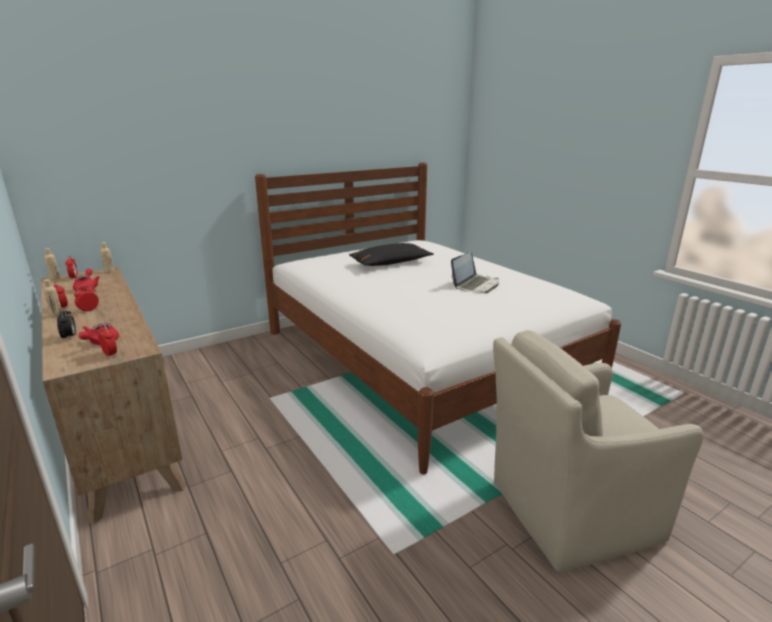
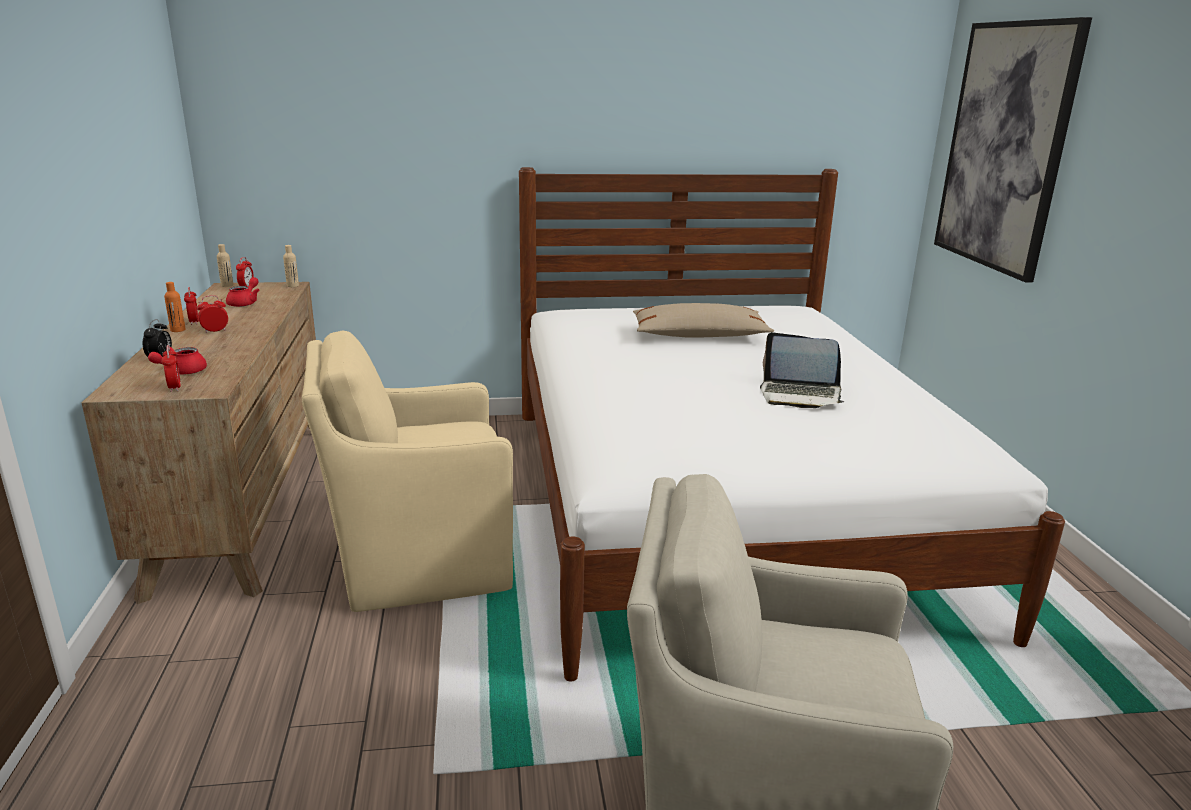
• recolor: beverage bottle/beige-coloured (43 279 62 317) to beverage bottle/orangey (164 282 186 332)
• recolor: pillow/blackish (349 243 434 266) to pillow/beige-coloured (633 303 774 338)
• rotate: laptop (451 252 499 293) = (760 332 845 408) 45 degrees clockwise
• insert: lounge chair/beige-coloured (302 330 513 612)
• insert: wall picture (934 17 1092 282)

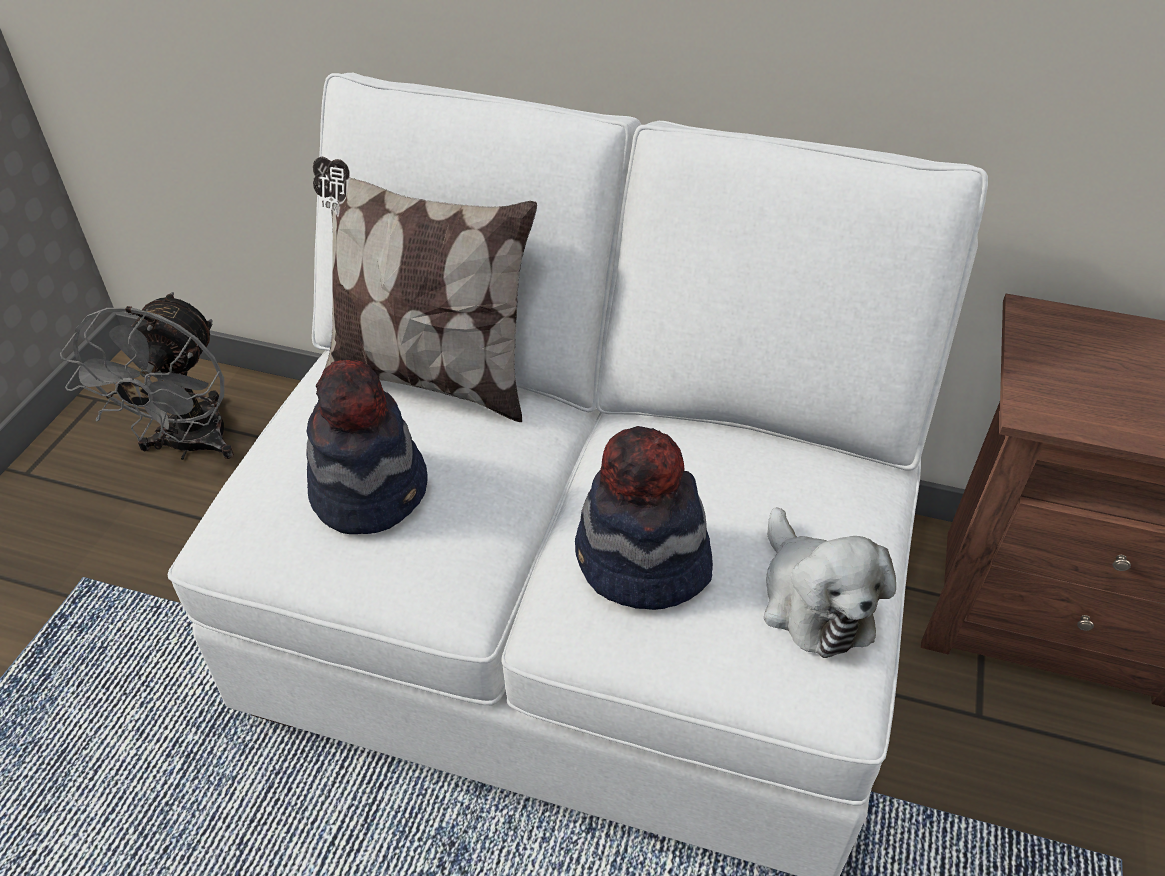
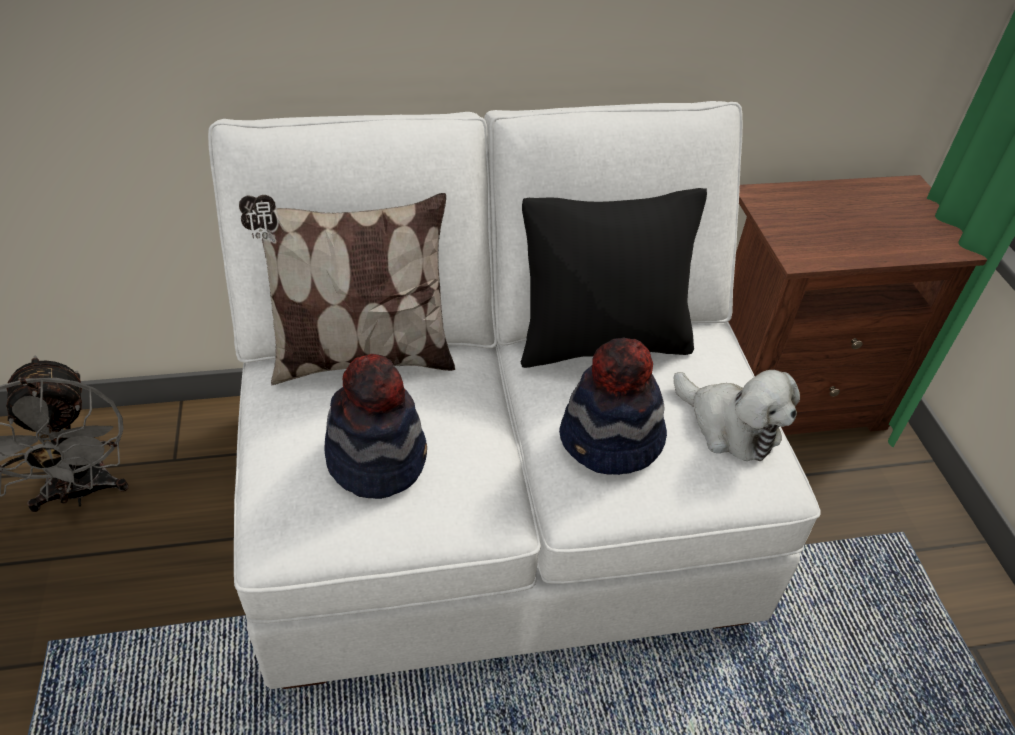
• insert: pillow/blackish (521 188 707 368)

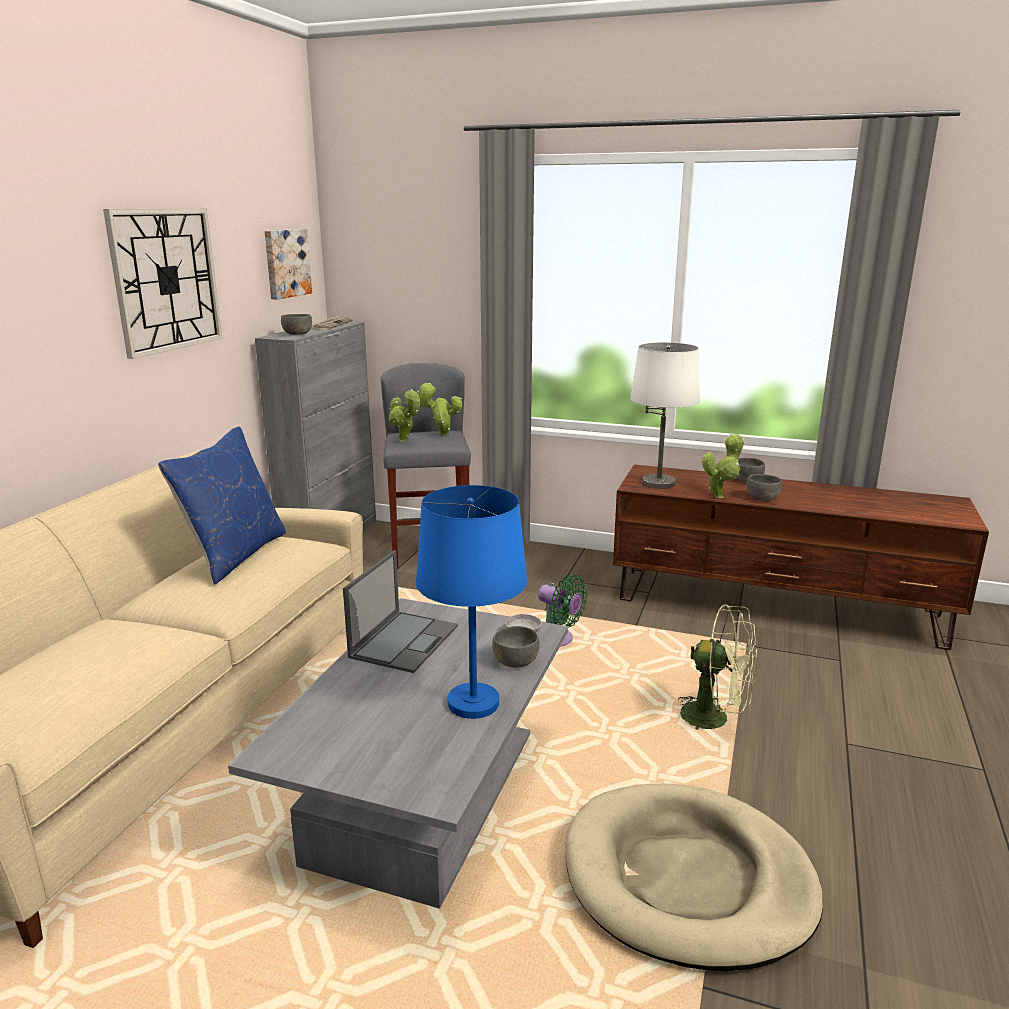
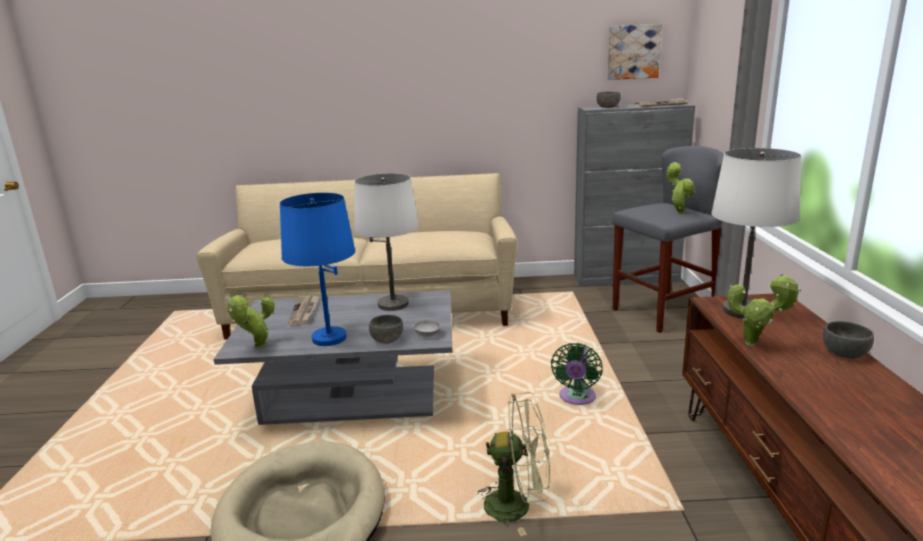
• delete: wall clock (103 209 222 359)
• delete: pillow/blue-coloured (158 427 286 585)
• replace: laptop (343 550 458 673) to tabletop lamp/white-coloured (354 173 419 311)
• move: houseplant (389 389 420 442) to (227 295 275 348)
• rotate: electric fan/green (678 604 757 729) = (478 392 550 536) 90 degrees counterclockwise
• delete: deep dish/greyish (746 474 782 501)
• insert: newspaper (288 295 319 325)

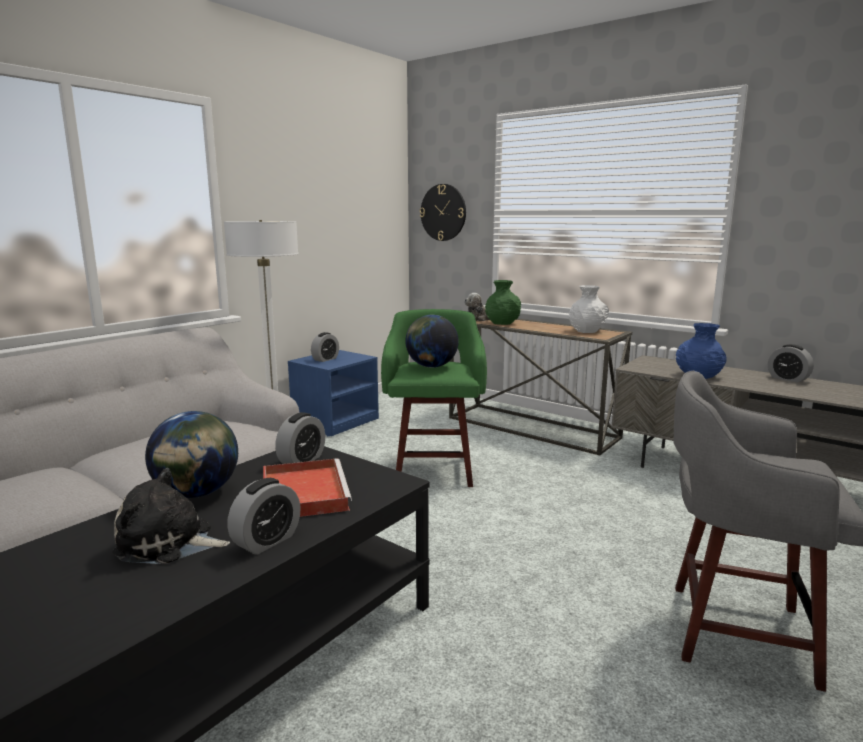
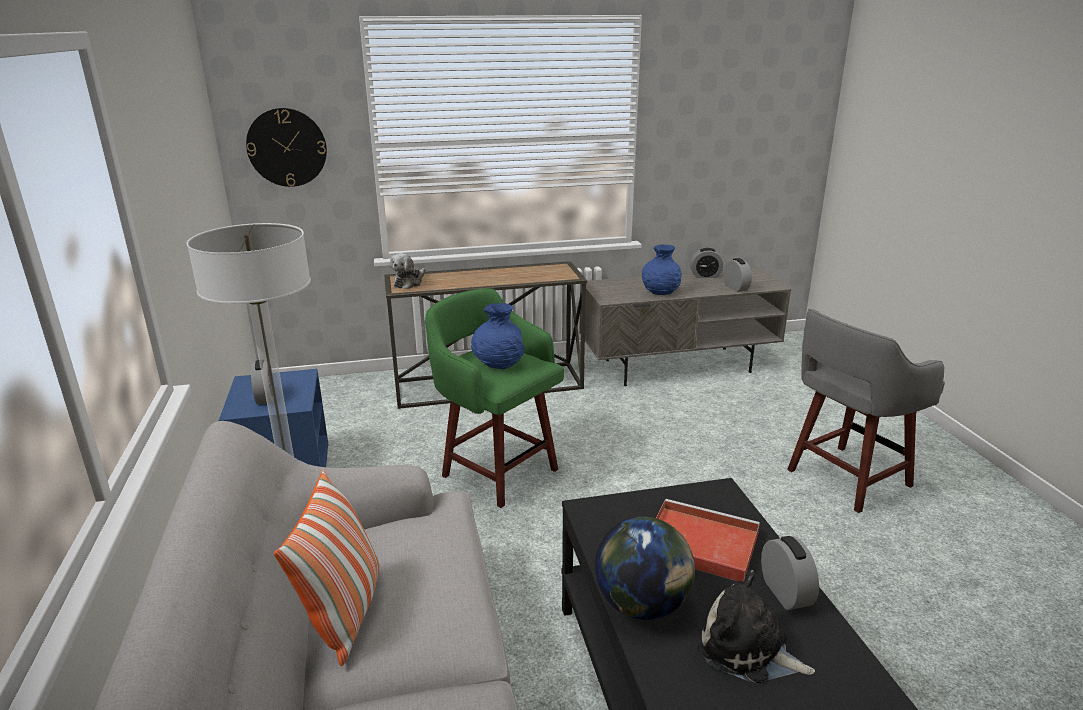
• rotate: soft toy (112 468 230 564) = (698 569 815 683) 75 degrees clockwise
• move: bedside clock (275 412 325 464) to (723 258 752 292)
• replace: world globe (405 315 459 368) to vase/blue-coloured (471 303 524 369)
• delete: vase/green (485 280 521 325)
• delete: vase/white-coloured (569 285 609 333)
• insert: pillow (274 470 380 666)

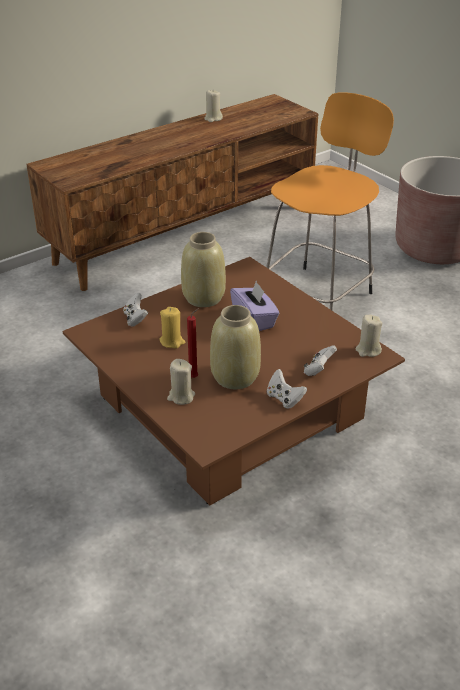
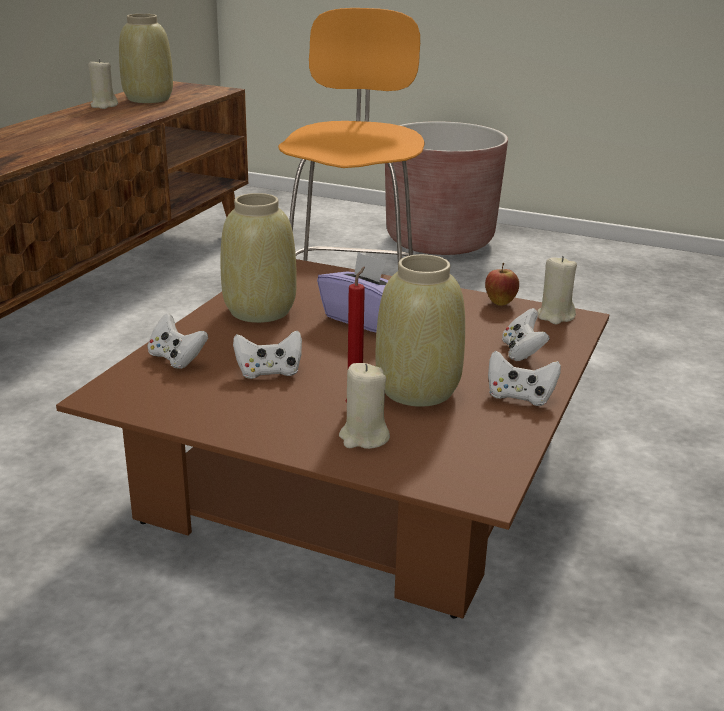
• replace: wax candle/yellowish (159 307 185 348) to joypad/white-coloured (233 331 302 379)
• insert: vase/beige-coloured (119 14 173 103)
• insert: apple fruit (485 263 519 306)

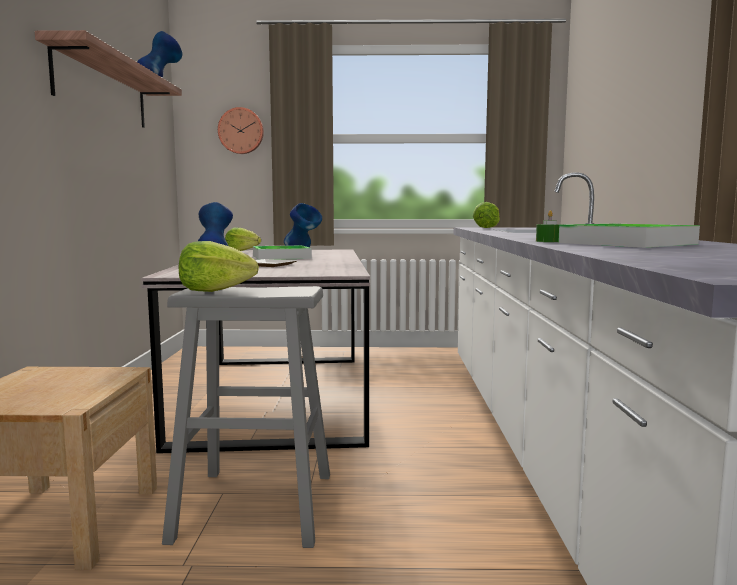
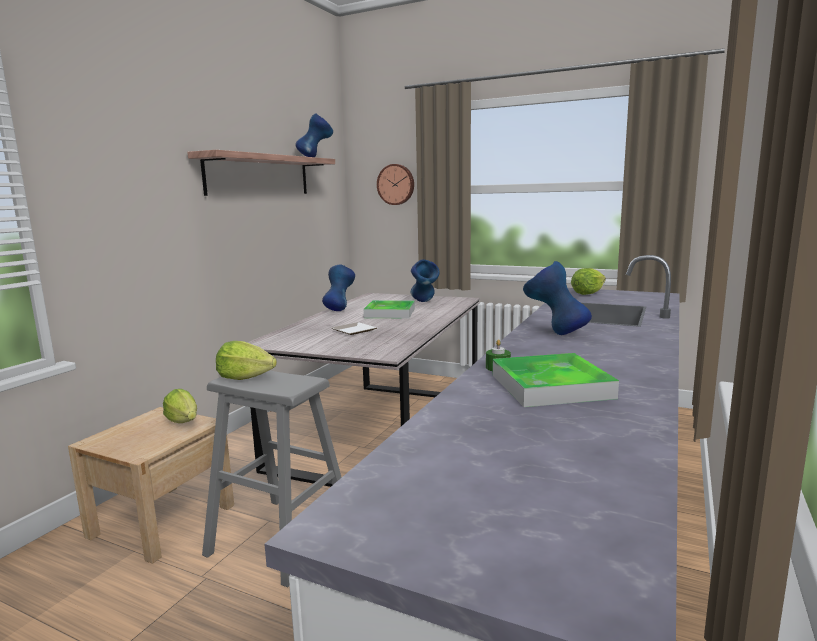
• move: lettuce head (225 227 261 251) to (163 389 197 423)
• insert: vase/blue-coloured (523 261 592 335)

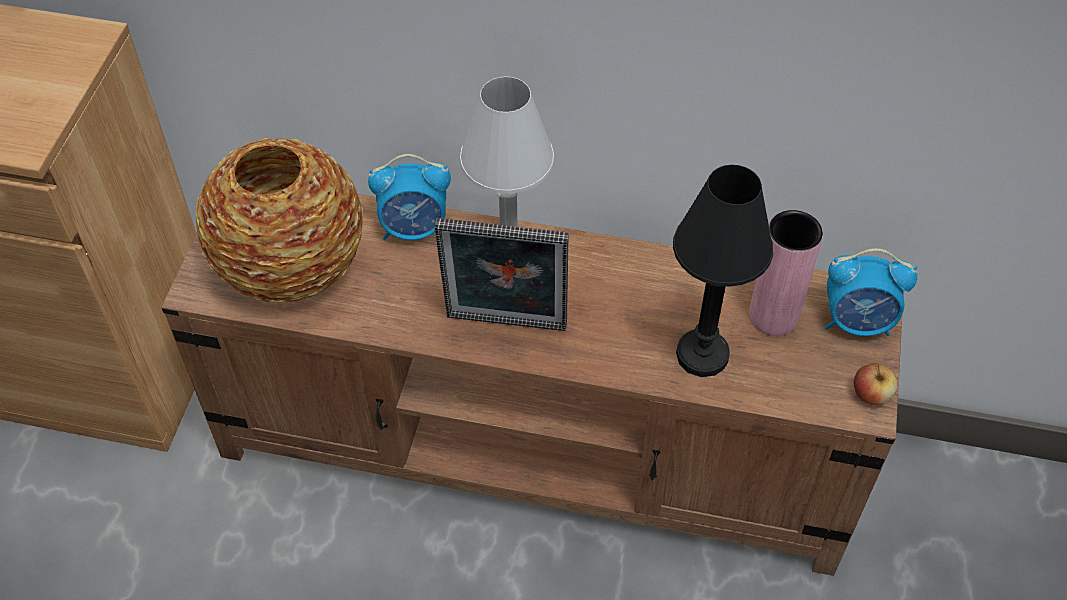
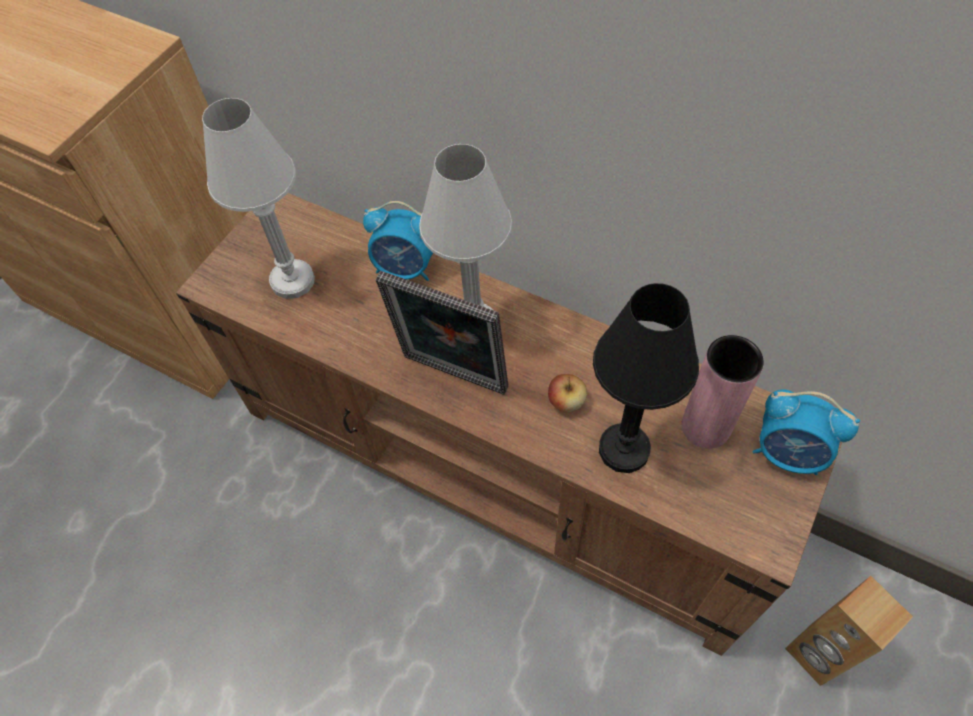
• replace: vase (196 138 363 303) to tabletop lamp/white-coloured (202 98 315 299)
• move: apple fruit (854 363 897 405) to (548 374 587 413)
• insert: audio speaker/brown (785 576 913 686)

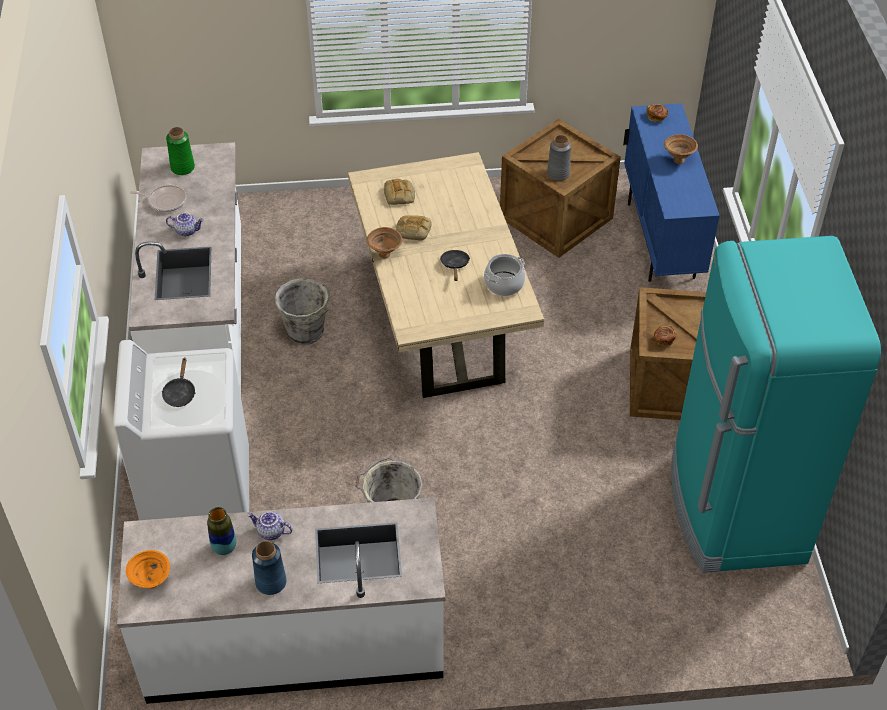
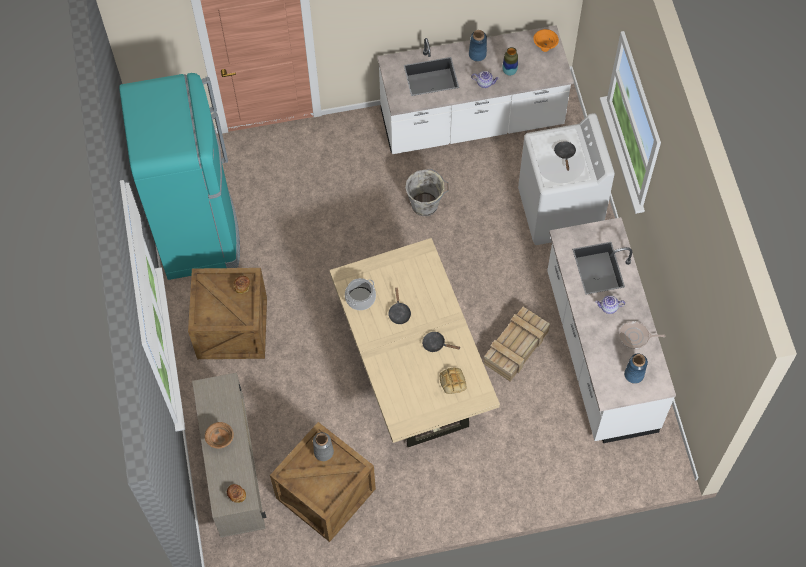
• recolor: vase/green (166 127 195 175) to vase/blue-coloured (624 354 648 384)
• replace: water bucket/greyish (275 278 330 345) to crate (483 307 550 382)
• delete: deep dish/brown (367 227 403 259)
• replace: baked bread (396 215 432 241) to skillet/blackish (422 332 460 352)
• recolor: storage cabinet/blue-coloured (623 103 720 282) to storage cabinet/beige-coloured (192 373 267 538)

